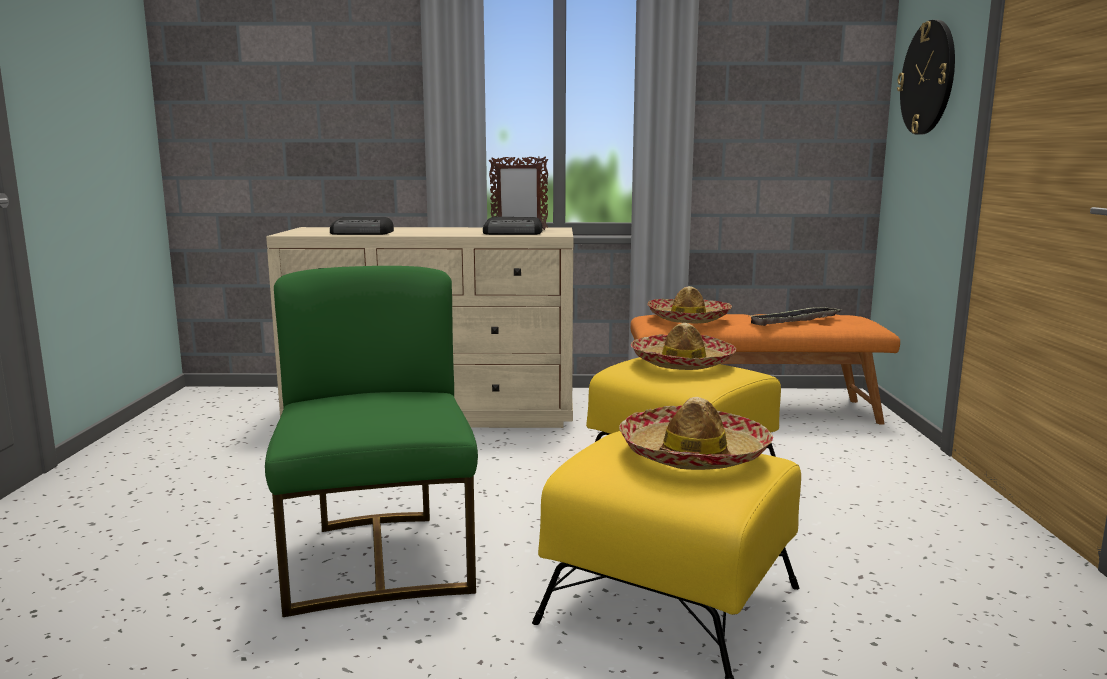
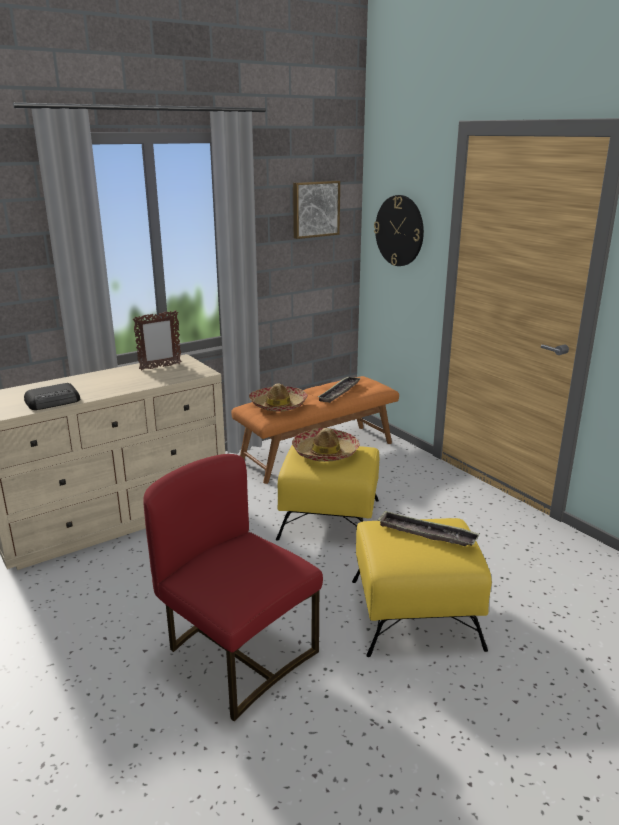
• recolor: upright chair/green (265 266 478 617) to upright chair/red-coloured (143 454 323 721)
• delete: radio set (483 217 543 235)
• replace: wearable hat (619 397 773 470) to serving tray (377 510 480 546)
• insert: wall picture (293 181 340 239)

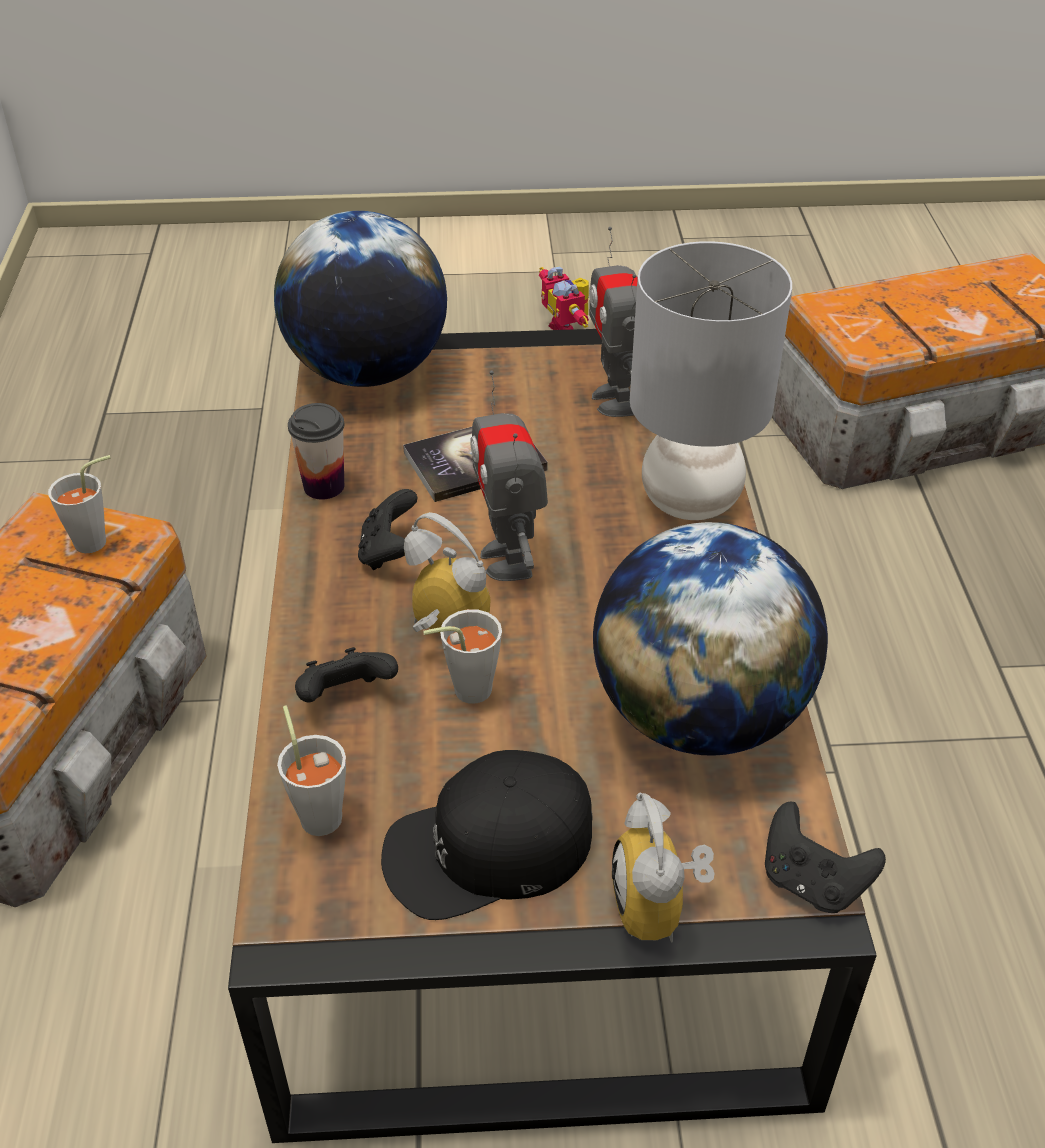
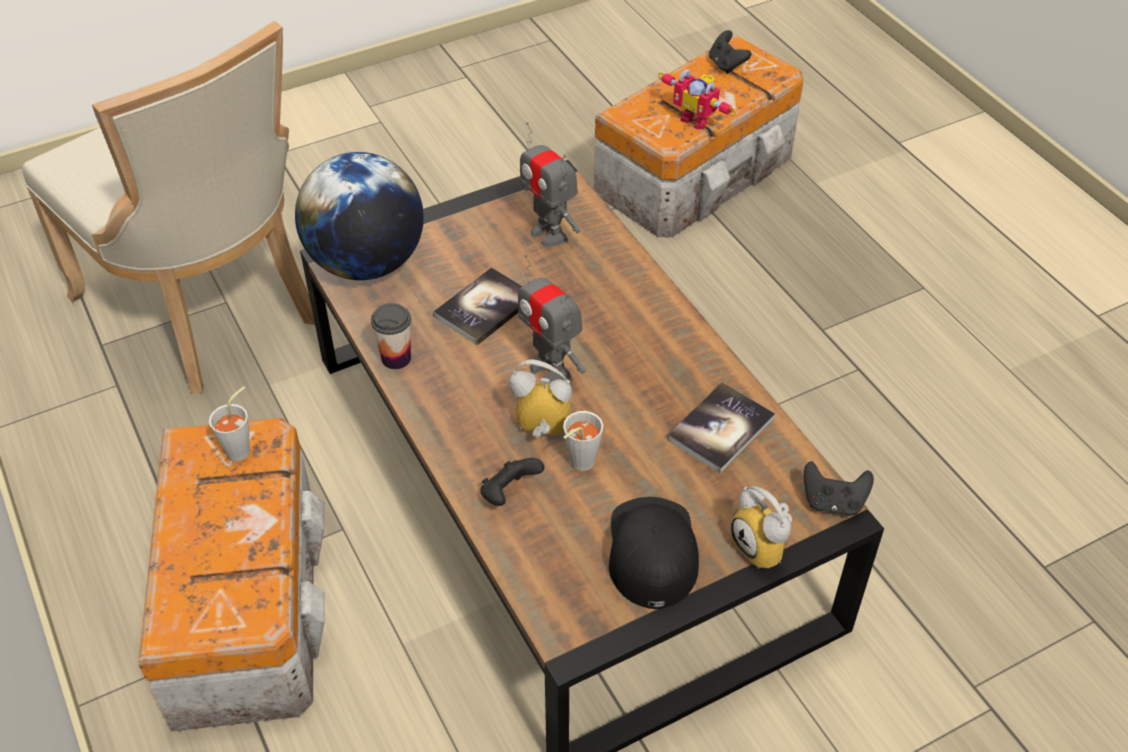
• delete: drinking cup/greyish (277 705 346 836)
• move: joypad/blackish (358 489 417 570) to (709 30 751 74)
• rotate: cap/blackish (381 750 593 920) = (609 497 699 609) 135 degrees clockwise
• move: model robot (539 266 589 330) to (658 69 736 130)
• replace: world globe (593 522 828 756) to volume (667 382 775 474)
• delete: tabletop lamp/greyish (630 241 792 520)
• insert: upright chair/beige-coloured (22 21 315 394)

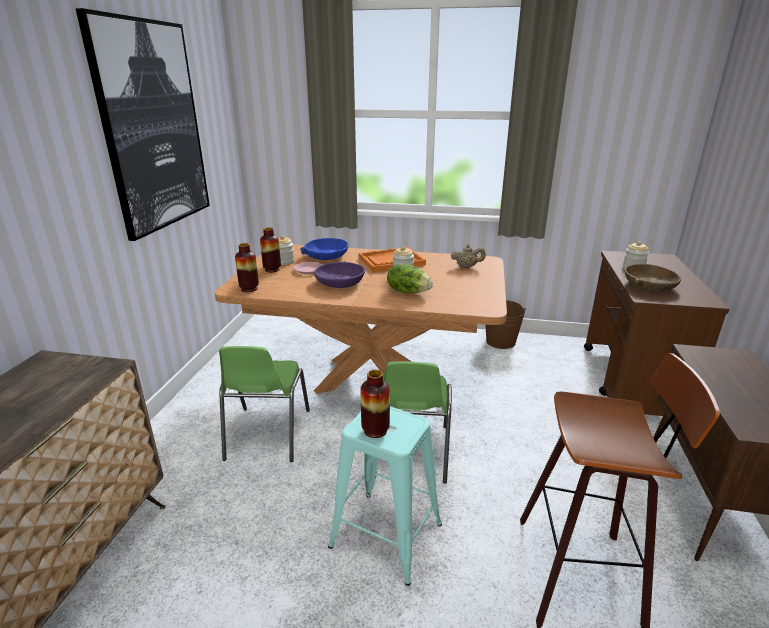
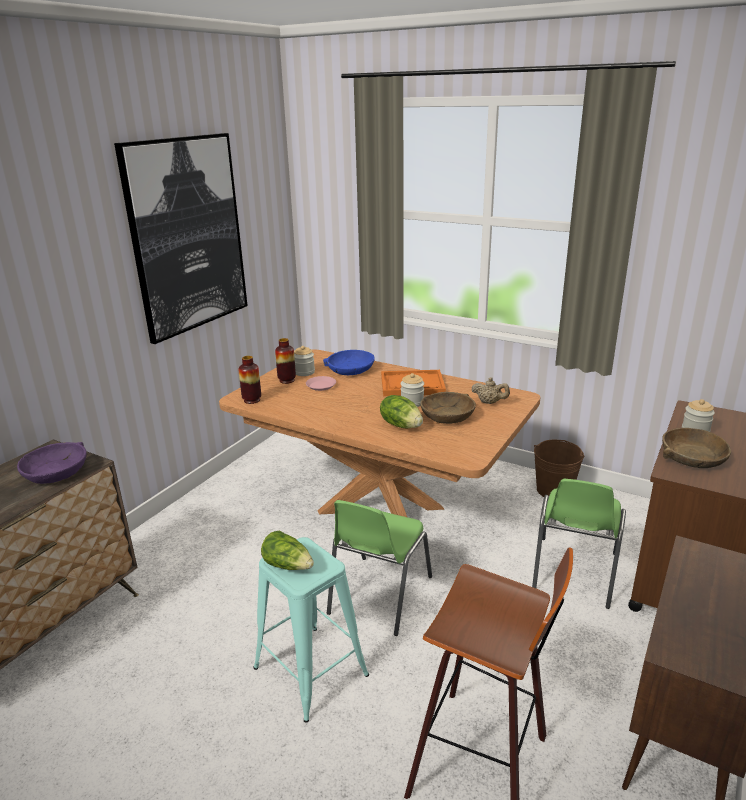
• move: upright chair/green (219 346 310 462) to (532 479 626 609)
• move: deep dish/purple-coloured (314 261 365 288) to (17 442 87 484)
• replace: vase (360 370 390 438) to lettuce head (261 531 314 570)
• insert: deep dish/brown (420 392 476 424)

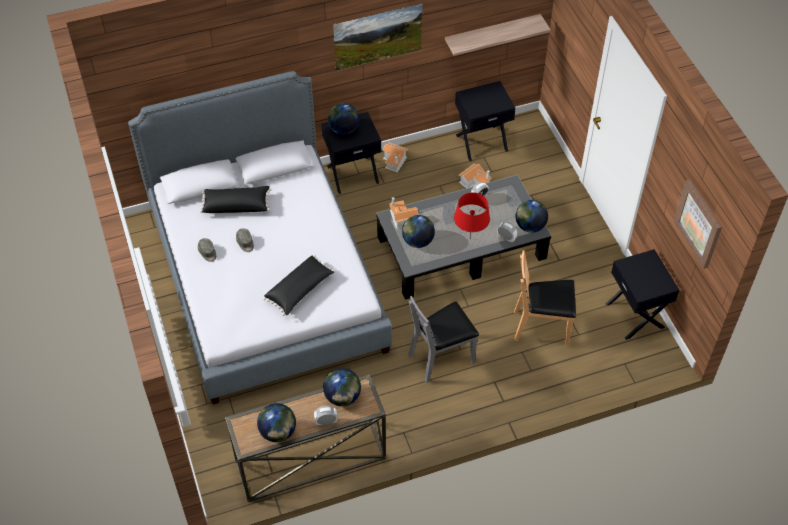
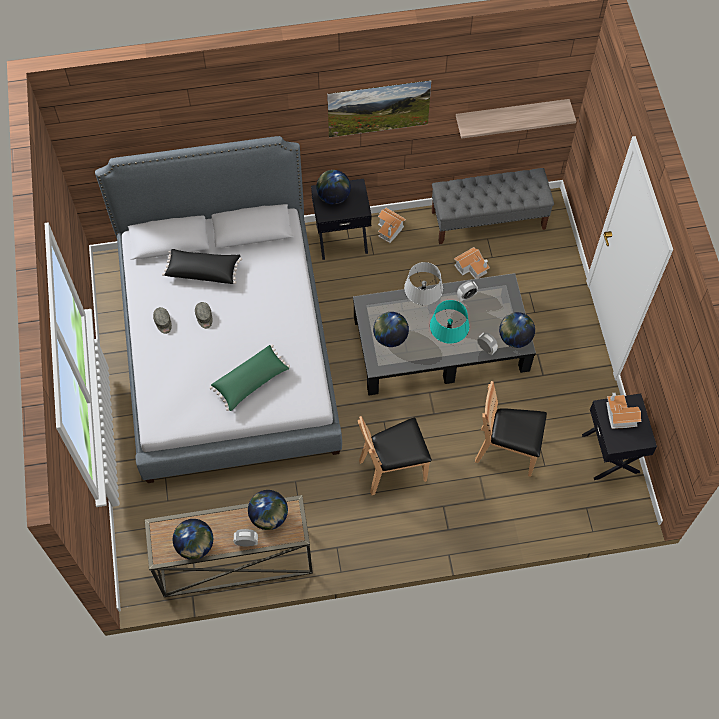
• recolor: pillow/blackish (263 255 334 316) to pillow/green (210 344 290 411)
• move: model house (389 197 419 229) to (606 393 642 429)
• recolor: upright chair/greyish (408 296 479 383) to upright chair/brown (358 416 432 495)
• recolor: tabletop lamp/red-coloured (454 192 490 239) to tabletop lamp/turquoise-coloured (430 300 469 344)
• replace: night table/blackish (455 81 516 161) to bench/greyish (432 168 554 244)
• delete: wall picture (674 179 722 269)
• insert: tabletop lamp/greyish (404 262 443 305)

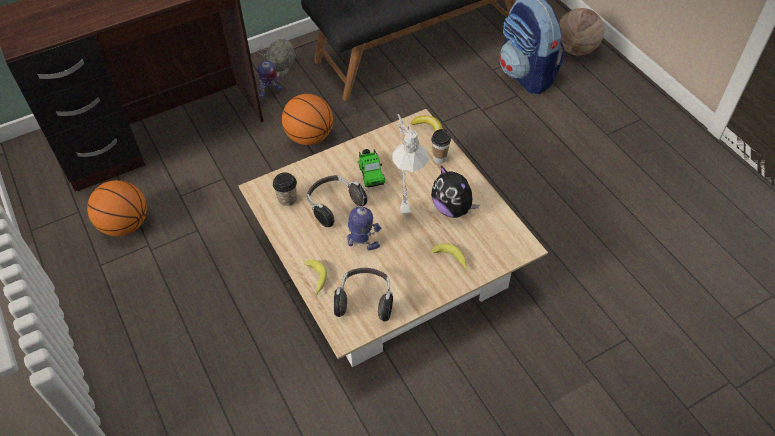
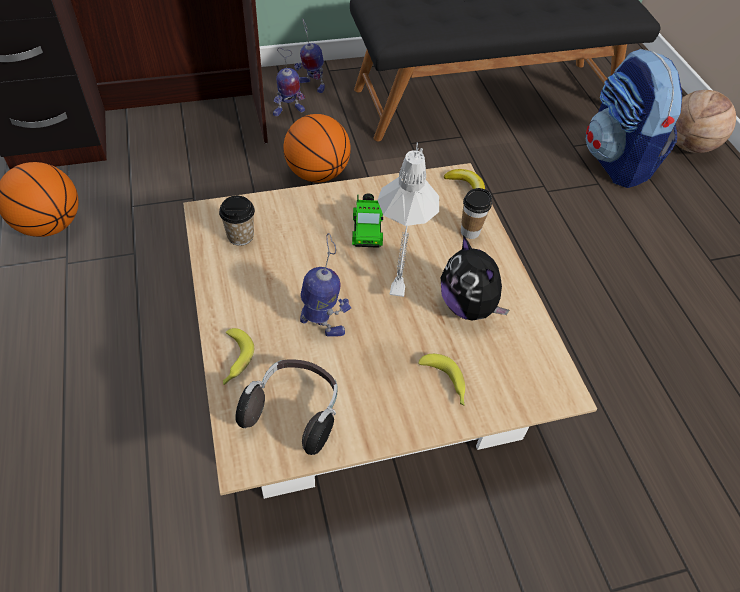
• replace: cap/greyish (266 39 296 78) to model robot (294 18 325 93)
• delete: pair of headphones (307 175 367 227)

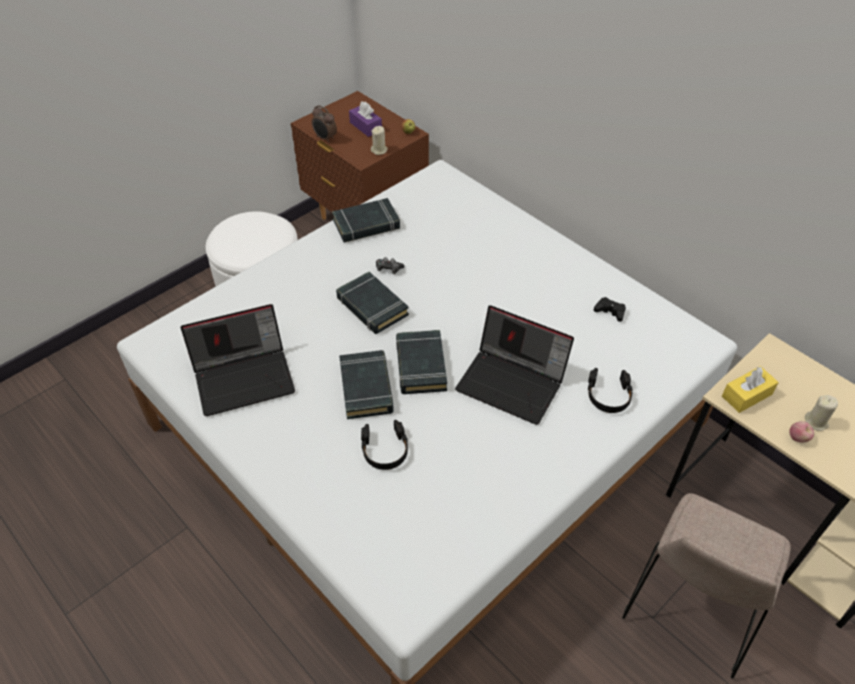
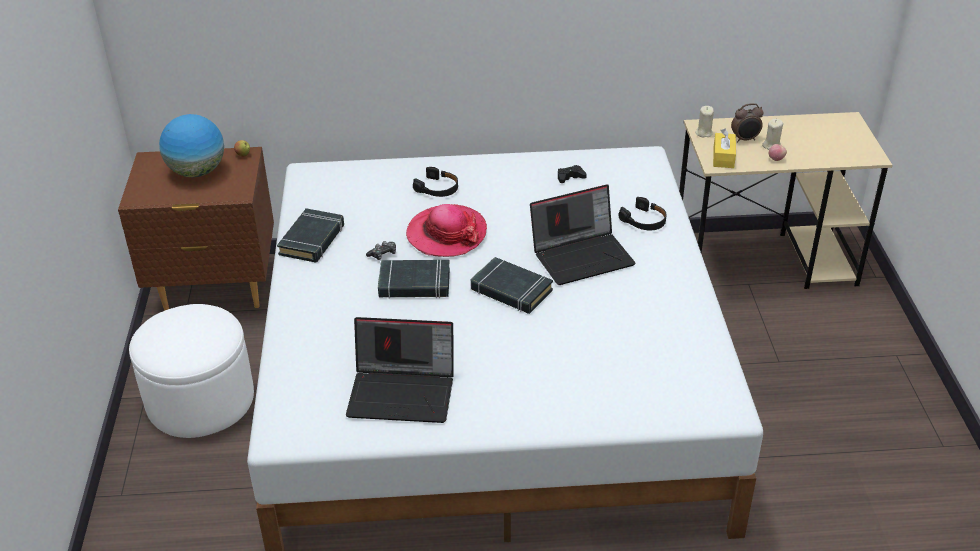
• rotate: laptop (180 304 295 416) = (346 317 453 423) 75 degrees clockwise
• move: bedside clock (311 105 337 143) to (731 103 764 142)
• delete: volume/blackish (339 350 394 419)
• replace: box of tissues/purple-coloured (349 101 382 137) to world globe (159 114 224 177)
• move: pair of headphones/blackish (361 420 408 470) to (413 167 458 197)
• move: wax candle/beige-coloured (371 126 388 155) to (695 106 714 137)
• delete: upright chair/beige-coloured (622 493 791 679)
• insert: wearable hat (406 204 487 257)

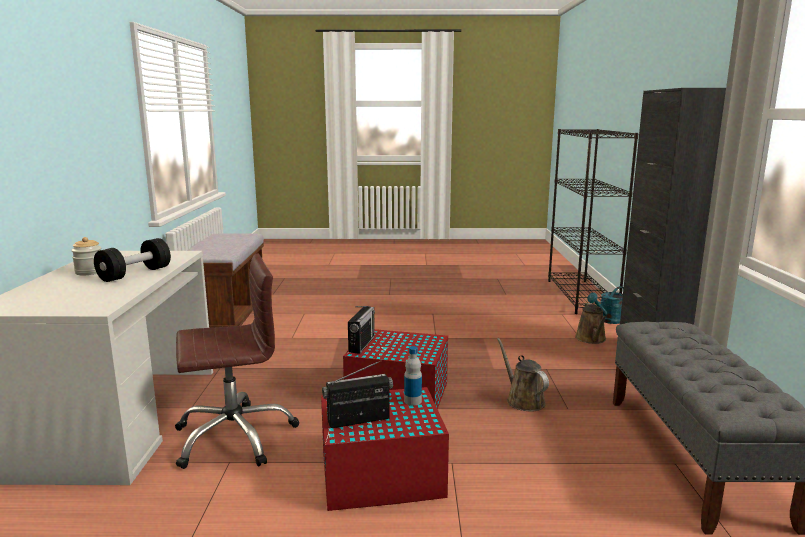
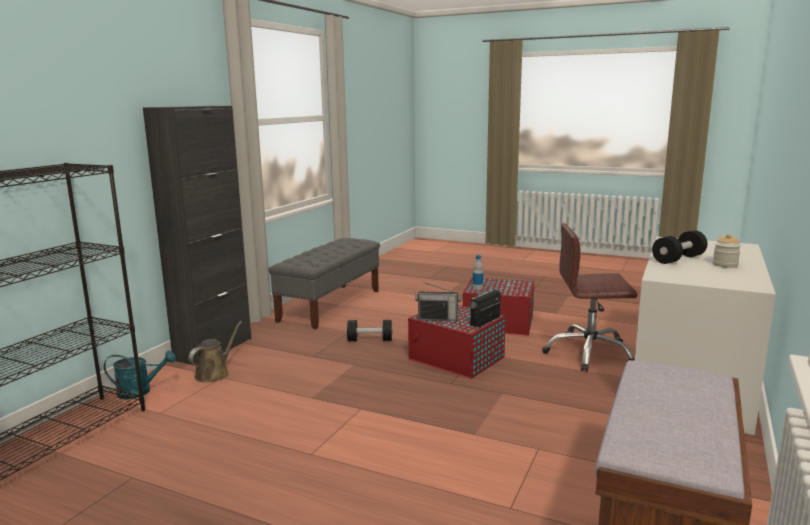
• move: radio set (322 360 393 428) to (415 282 461 321)
• replace: sprinkling can/brown (497 338 549 411) to free weight/blackish (347 320 393 341)

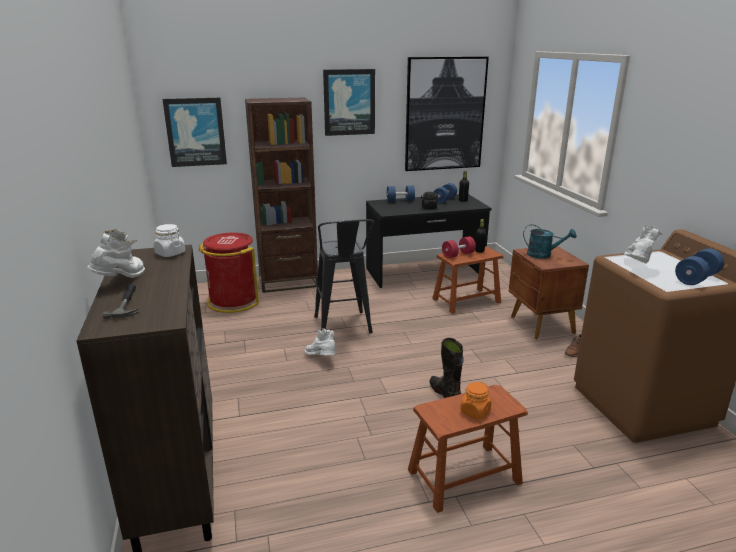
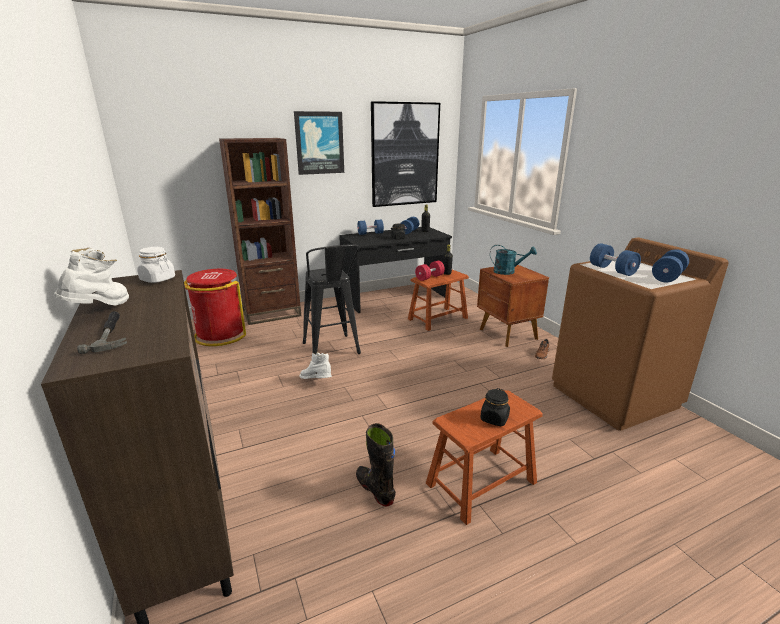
• delete: wall picture (162 98 227 167)
• move: high-top boot/blackish (429 338 464 398) to (356 423 396 506)
• recolor: jar/orangey (460 382 491 420) to jar/blackish (480 388 510 426)
• replace: high-top boot/white-coloured (624 225 663 264) to free weight/blue-coloured (590 243 641 276)

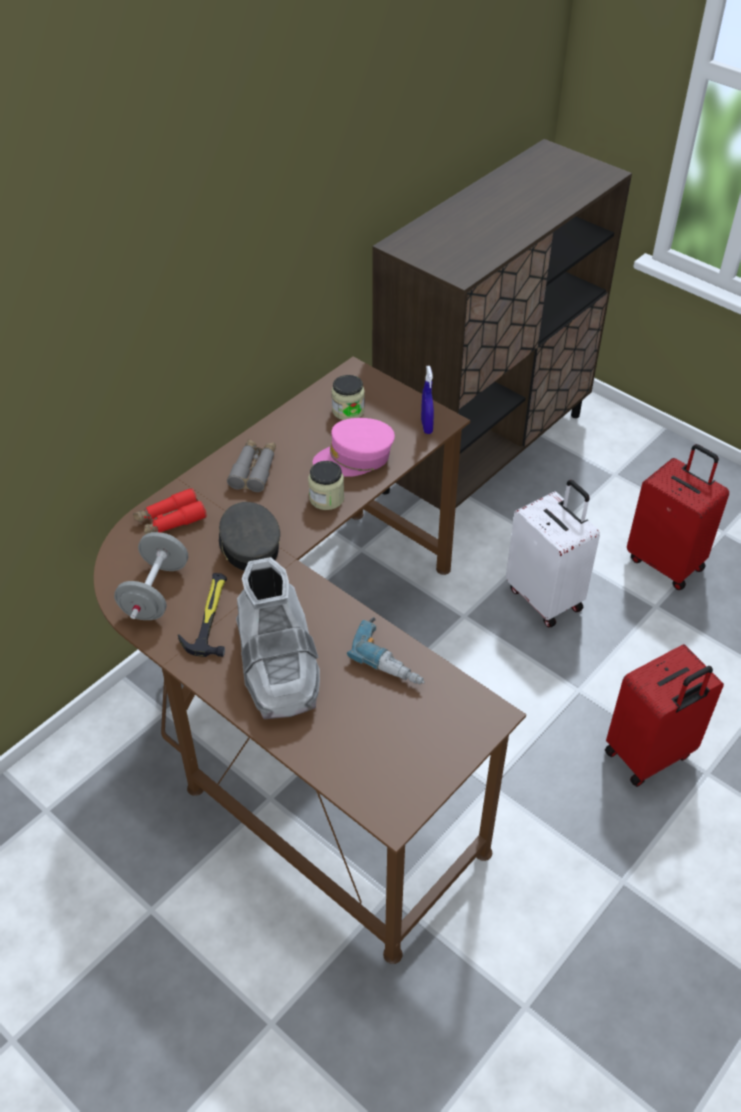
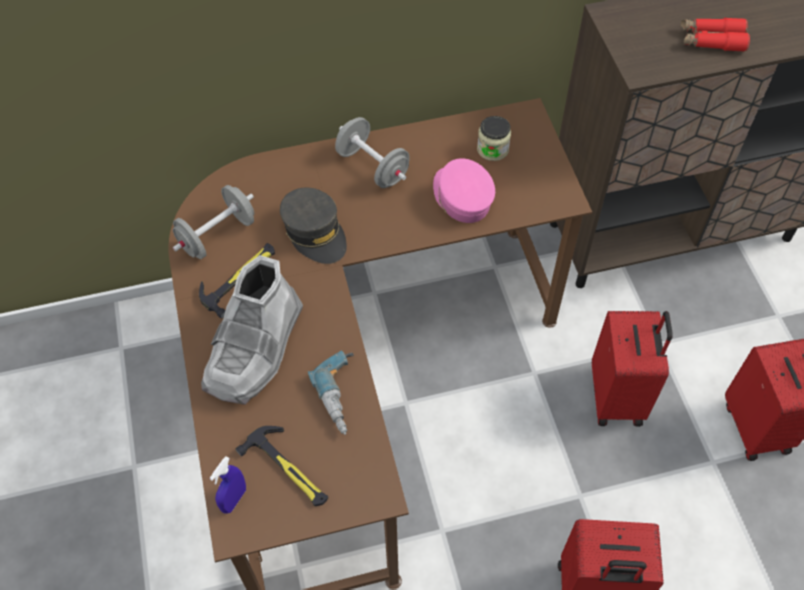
• move: binoculars/red-coloured (133 488 207 534) to (680 18 750 52)
• rotate: cap/greyish (219 502 280 571) = (280 188 347 264) 135 degrees clockwise
• replace: binoculars/greyish (227 439 276 492) to free weight/greyish (335 117 410 188)
• delete: jar (308 461 344 510)
• rotate: cap/pink-coloured (313 418 395 477) = (433 158 495 223) 45 degrees clockwise
• move: hand sprayer/blue-coloured (421 366 434 434) to (210 456 246 514)
• recolor: travel case/white-coloured (506 480 600 628) to travel case/red-coloured (592 311 673 427)
• insert: tool hammer (235 426 328 506)

